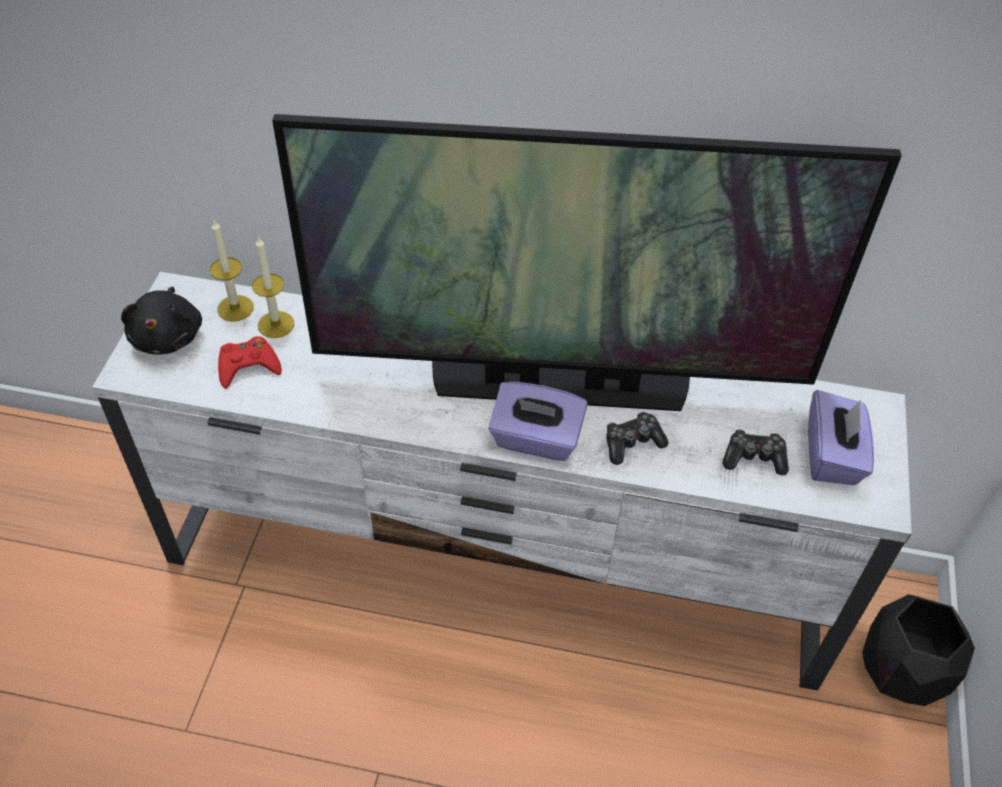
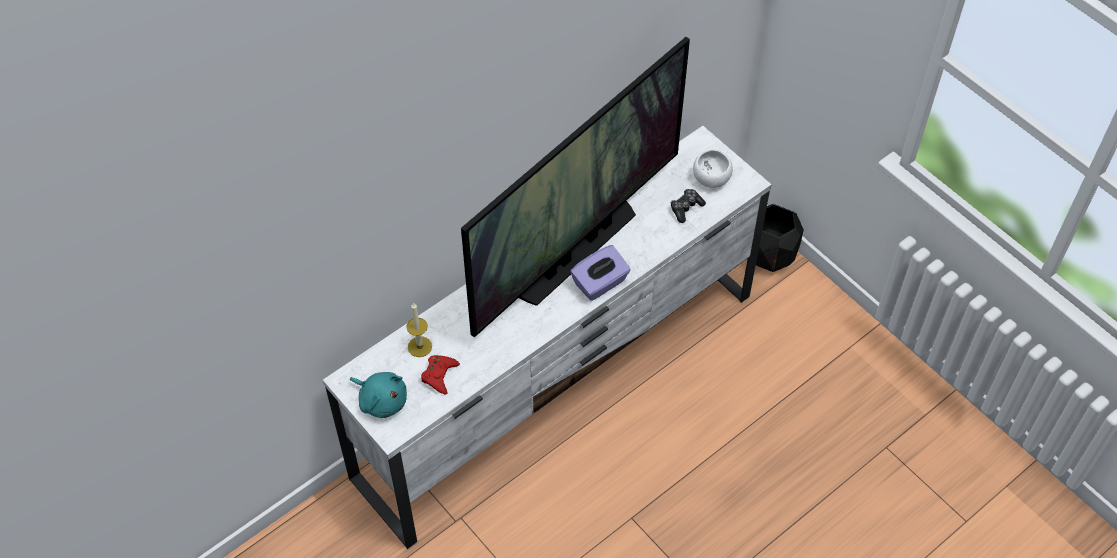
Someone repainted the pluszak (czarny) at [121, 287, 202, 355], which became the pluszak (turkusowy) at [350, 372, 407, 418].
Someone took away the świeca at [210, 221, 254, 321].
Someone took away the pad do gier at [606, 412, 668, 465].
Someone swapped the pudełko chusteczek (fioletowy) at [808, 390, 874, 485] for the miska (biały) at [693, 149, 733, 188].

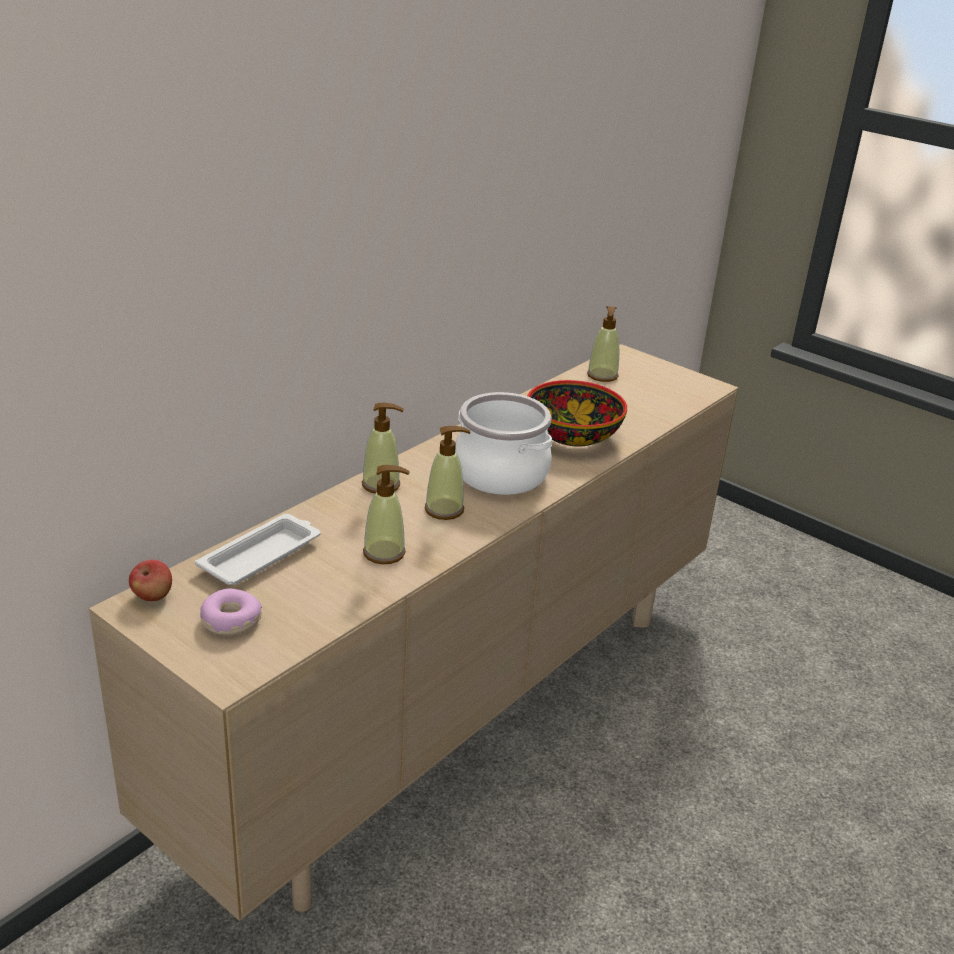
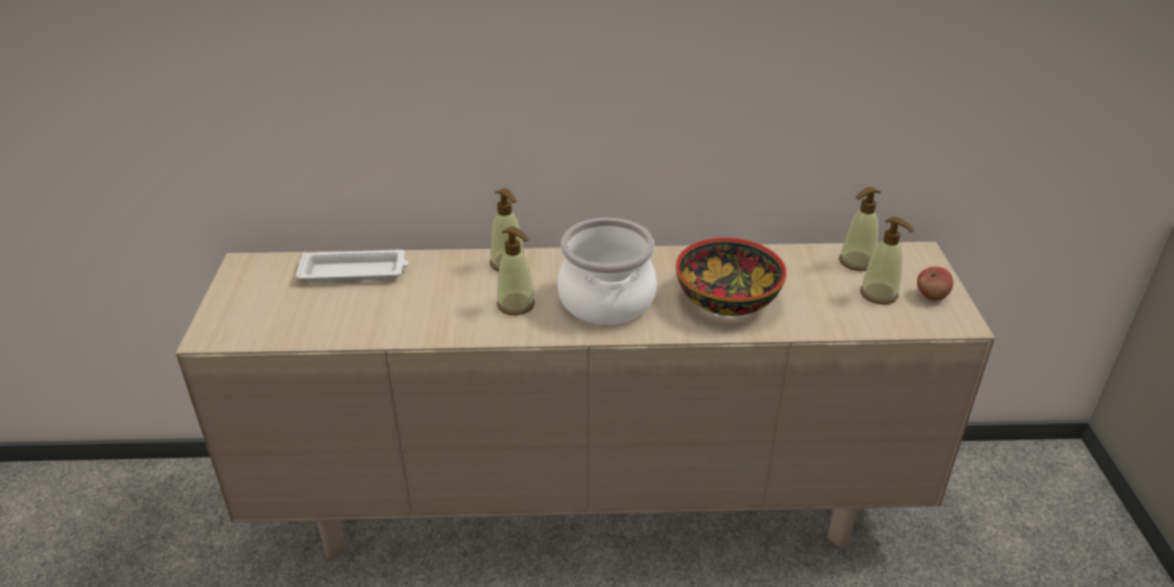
Someone carried the jabłko from [129, 560, 172, 601] to [917, 266, 953, 301].
Someone took away the donut at [200, 589, 262, 635].
Someone carried the dozownik mydła from [363, 465, 410, 564] to [860, 217, 914, 304].

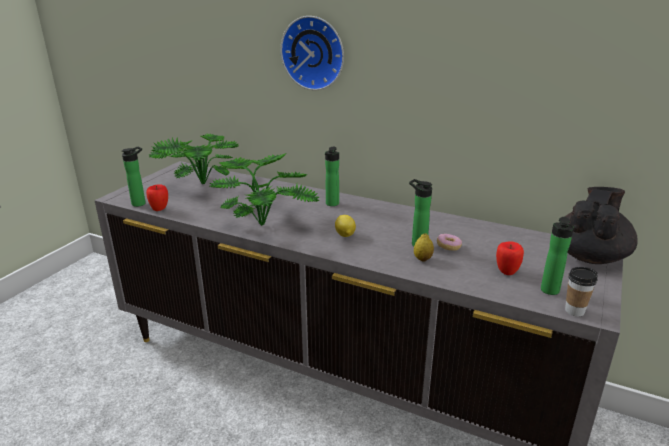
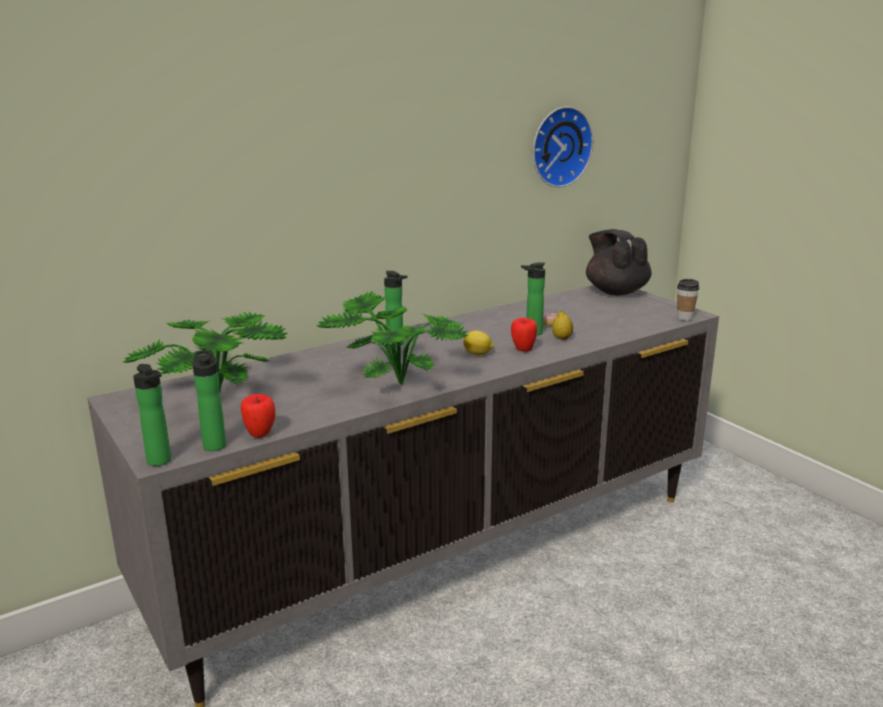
Someone carried the zegar ścienny from [281, 16, 344, 90] to [533, 106, 593, 188].
Someone carried the jabłko from [496, 241, 524, 275] to [511, 318, 537, 352].
Someone carried the butelka from [541, 217, 574, 295] to [133, 364, 171, 466].

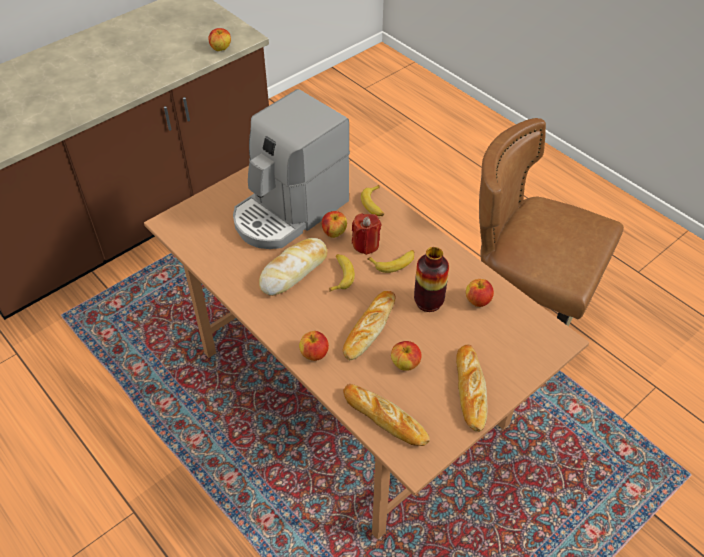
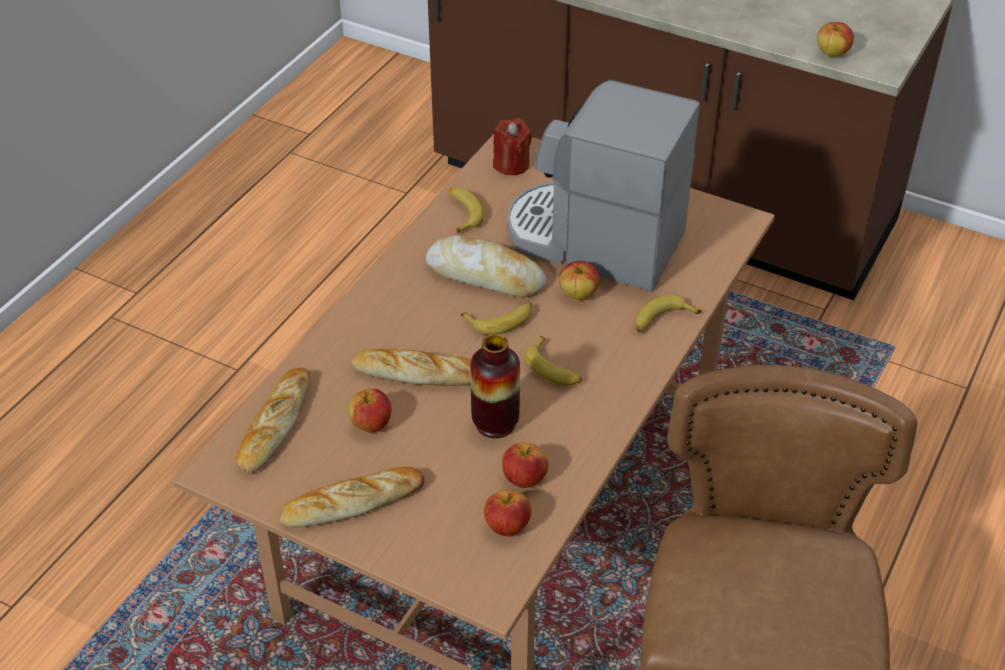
Someone carried the jabłko from [299, 331, 329, 361] to [484, 489, 532, 536].
Someone carried the świeca (czerwony) from [352, 213, 381, 255] to [493, 118, 532, 175].
Someone put down the banan at [448, 188, 484, 233].

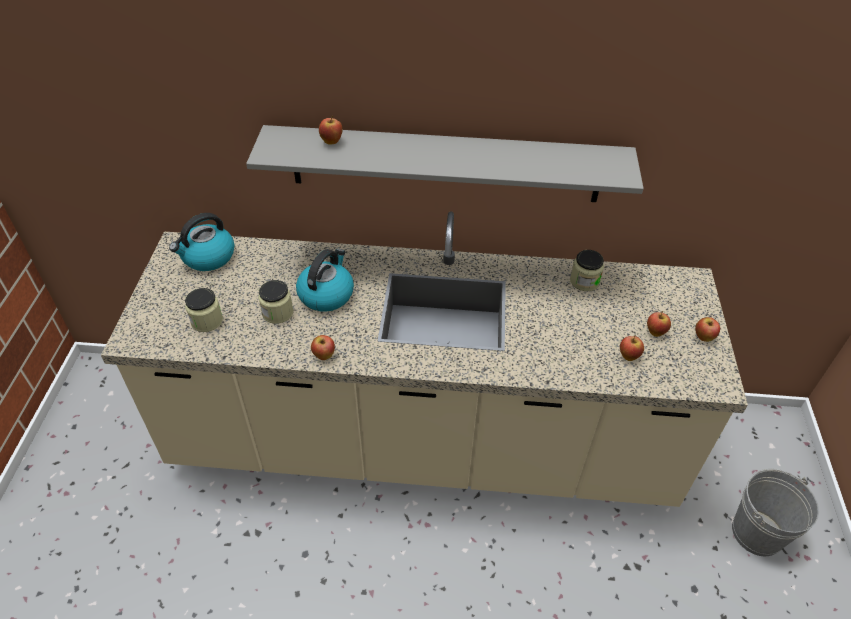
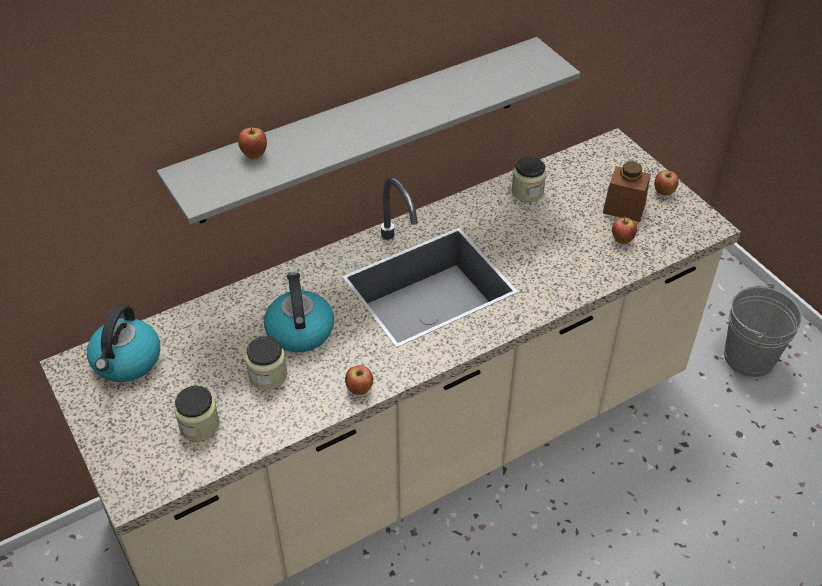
Someone swapped the jabłko at [647, 311, 671, 337] for the słoik (brązowy) at [603, 161, 651, 222].

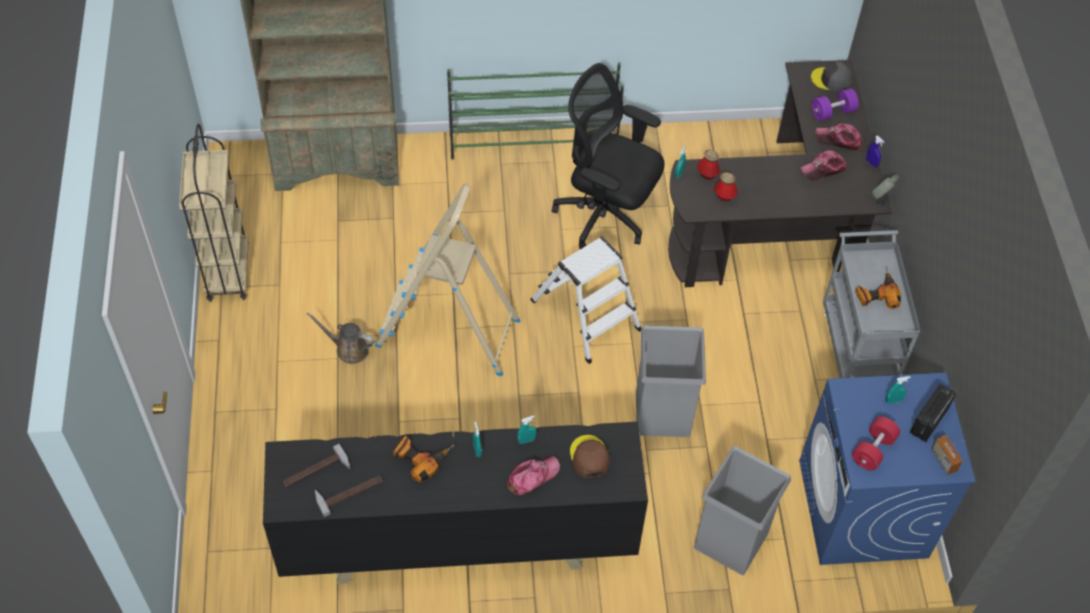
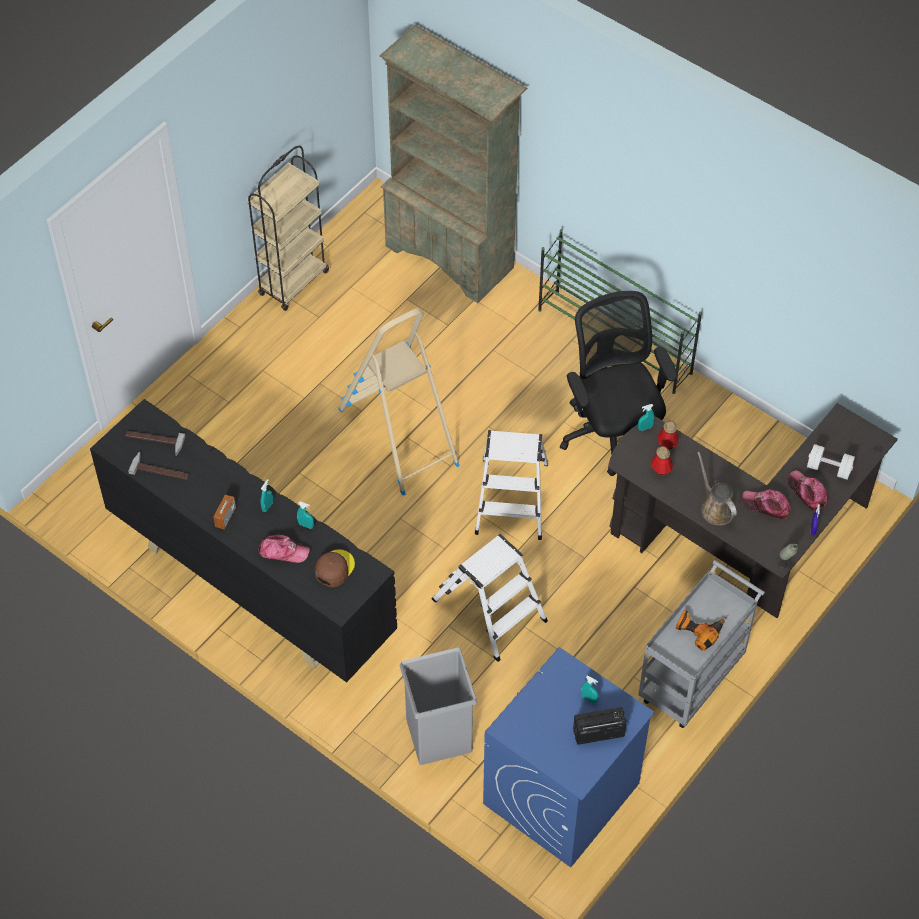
Someone carried the konewka (brązowy) from [306, 312, 374, 364] to [697, 452, 737, 525].
Someone took away the wiertarka at [393, 436, 454, 483].
Someone swapped the kosz na śmieci (szary) at [636, 325, 706, 437] for the drabinka (biały) at [431, 534, 548, 662].
Someone took away the czapka z daszkiem (szary) at [811, 62, 852, 92].
Someone repainted the hantel (fioletowy) at [812, 88, 859, 121], which became the hantel (biały) at [807, 444, 855, 480].
Someone took away the hantel (czerwony) at [852, 417, 900, 471].
Someone carried the radio from [932, 435, 965, 475] to [213, 494, 236, 530].

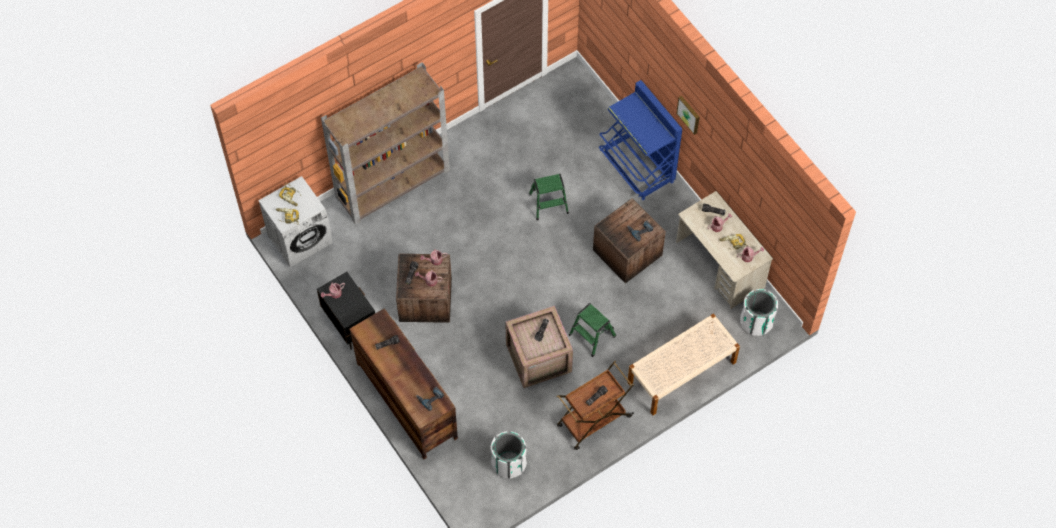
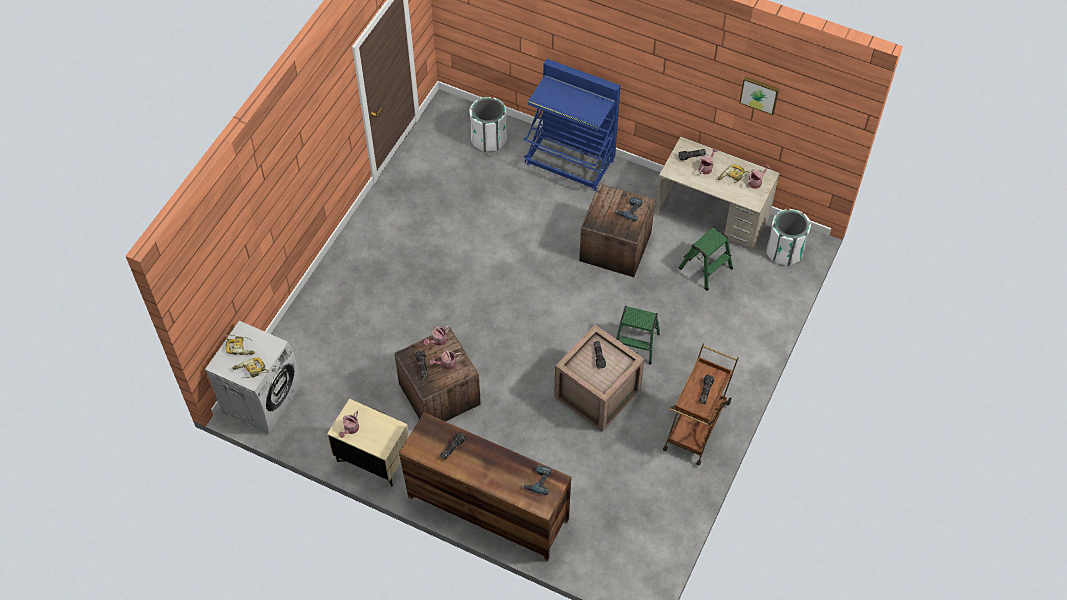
Someone repainted the szafka nocna (czarny) at [317, 272, 375, 350], which became the szafka nocna (beżowy) at [327, 399, 409, 487].
Someone took away the regał (brązowy) at [321, 62, 450, 225].
Someone carried the kosz na śmieci (biały) from [490, 431, 527, 479] to [469, 97, 507, 152].
Someone carried the drabinka (zielony) from [529, 174, 569, 221] to [679, 227, 733, 291].
Someone took away the ławka (beżowy) at [627, 313, 740, 416].
Someone carried the obraz from [676, 96, 700, 135] to [739, 76, 779, 115].

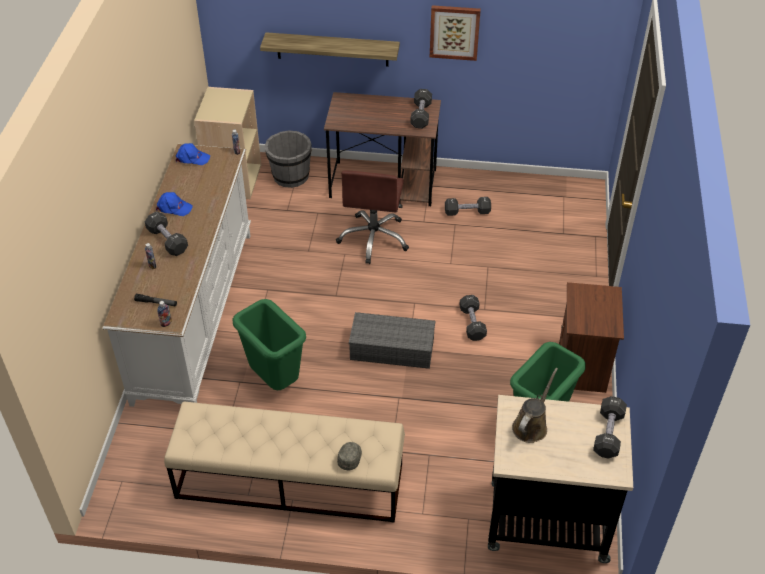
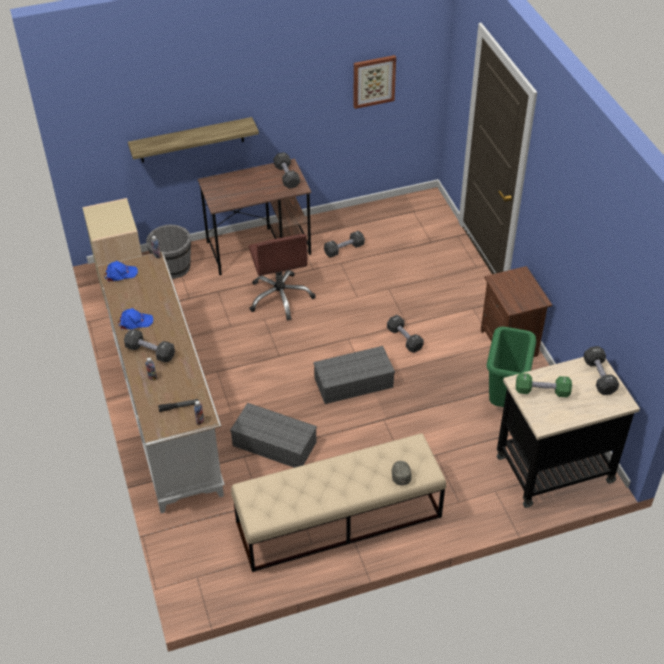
Someone swapped the kosz na śmieci (zielony) at [232, 299, 306, 390] for the pojemnik do przechowywania (szary) at [230, 403, 317, 468].
Someone carried the obraz from [430, 5, 481, 61] to [353, 55, 396, 109].
Someone swapped the konewka (brązowy) at [512, 368, 558, 443] for the hantel (zielony) at [516, 373, 572, 397].

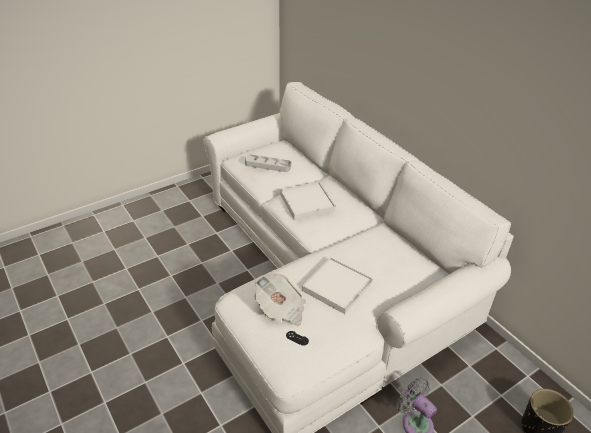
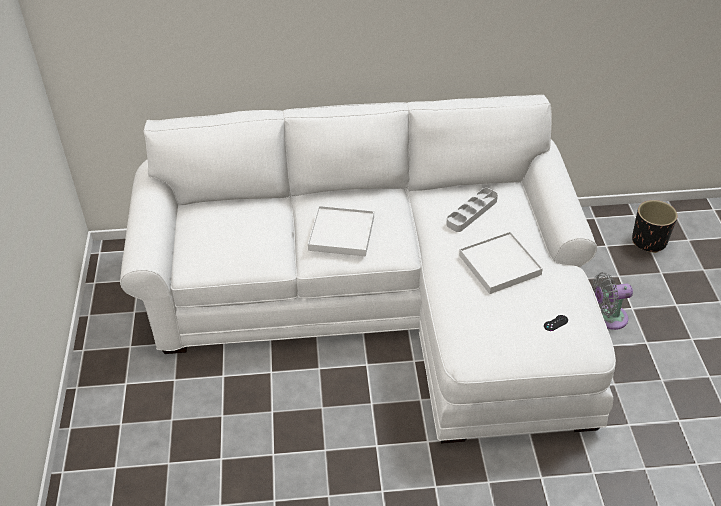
Someone carried the taca (szary) from [245, 154, 291, 172] to [446, 188, 498, 232].
Someone took away the gazeta at [254, 274, 306, 326].

